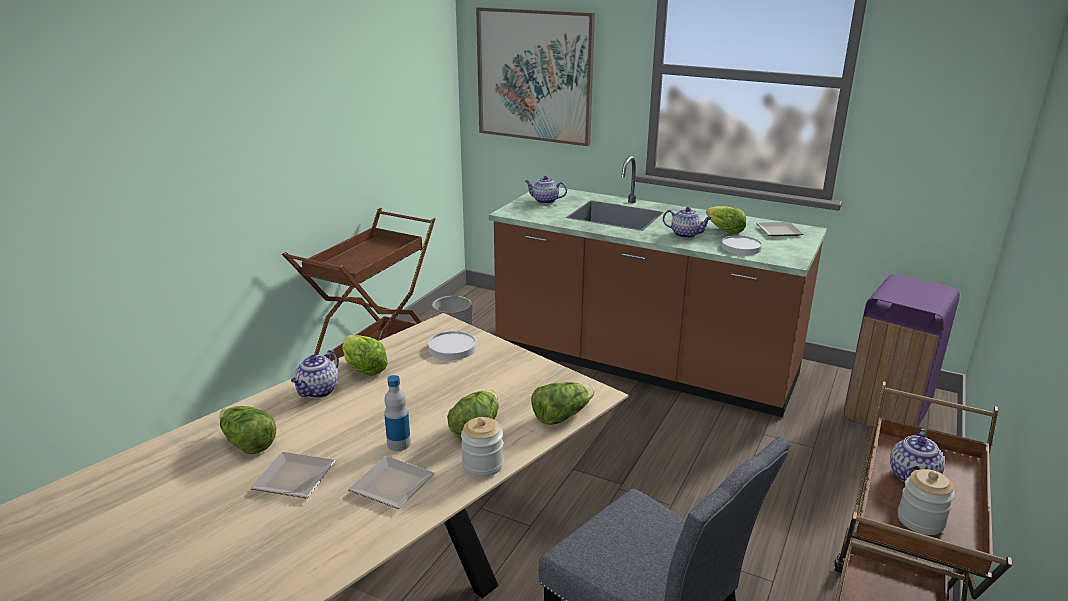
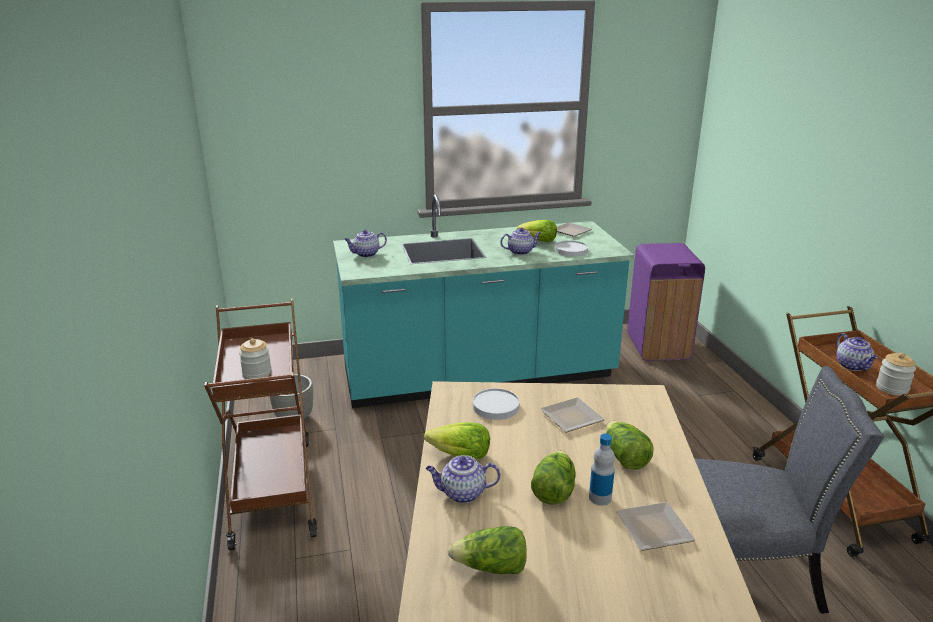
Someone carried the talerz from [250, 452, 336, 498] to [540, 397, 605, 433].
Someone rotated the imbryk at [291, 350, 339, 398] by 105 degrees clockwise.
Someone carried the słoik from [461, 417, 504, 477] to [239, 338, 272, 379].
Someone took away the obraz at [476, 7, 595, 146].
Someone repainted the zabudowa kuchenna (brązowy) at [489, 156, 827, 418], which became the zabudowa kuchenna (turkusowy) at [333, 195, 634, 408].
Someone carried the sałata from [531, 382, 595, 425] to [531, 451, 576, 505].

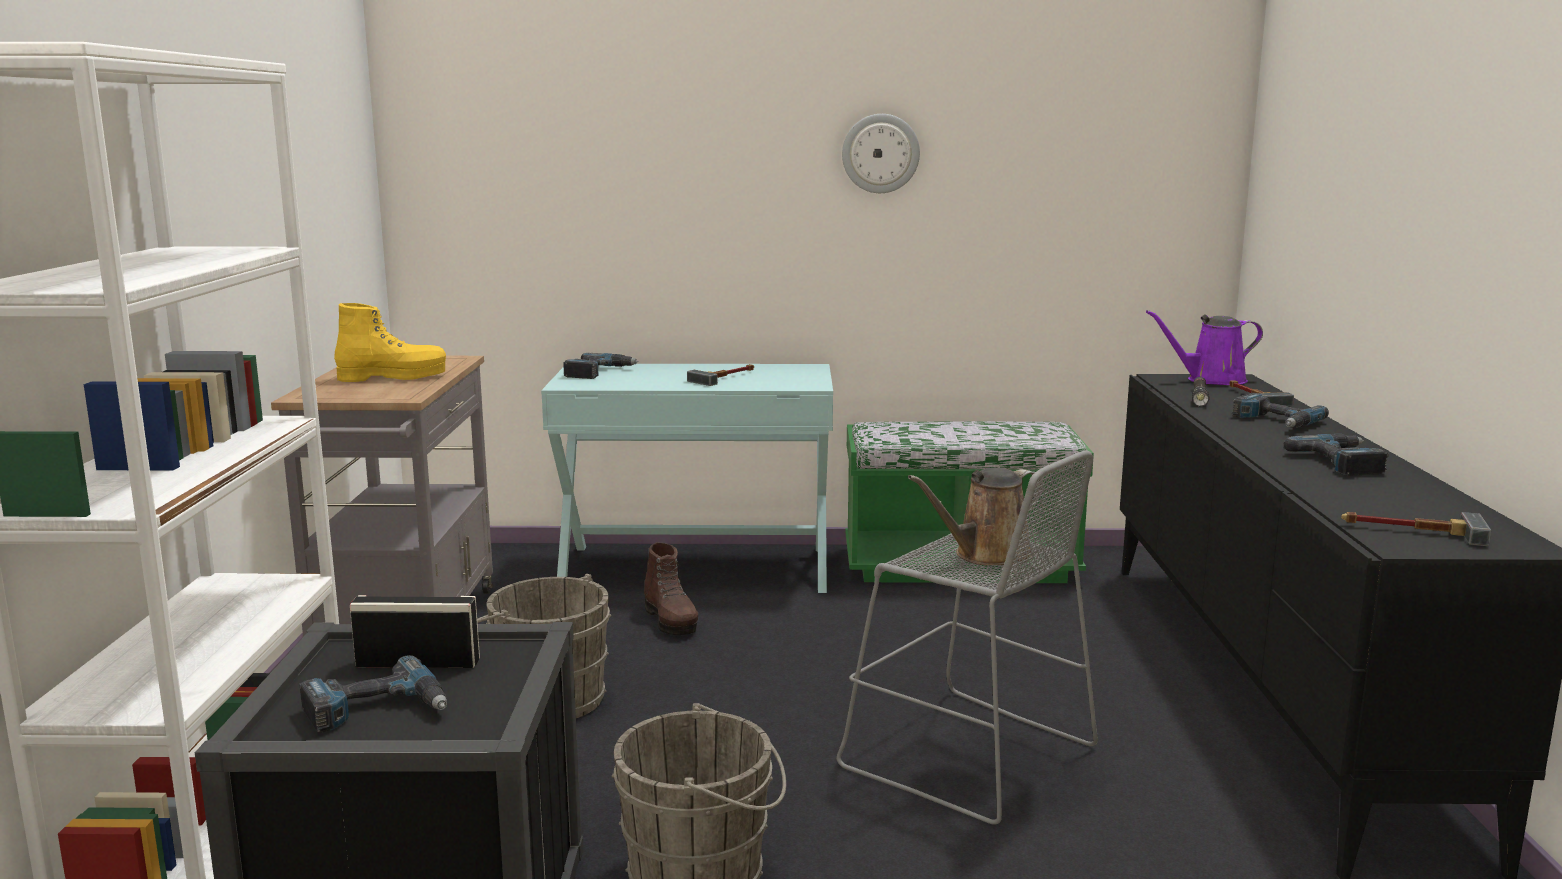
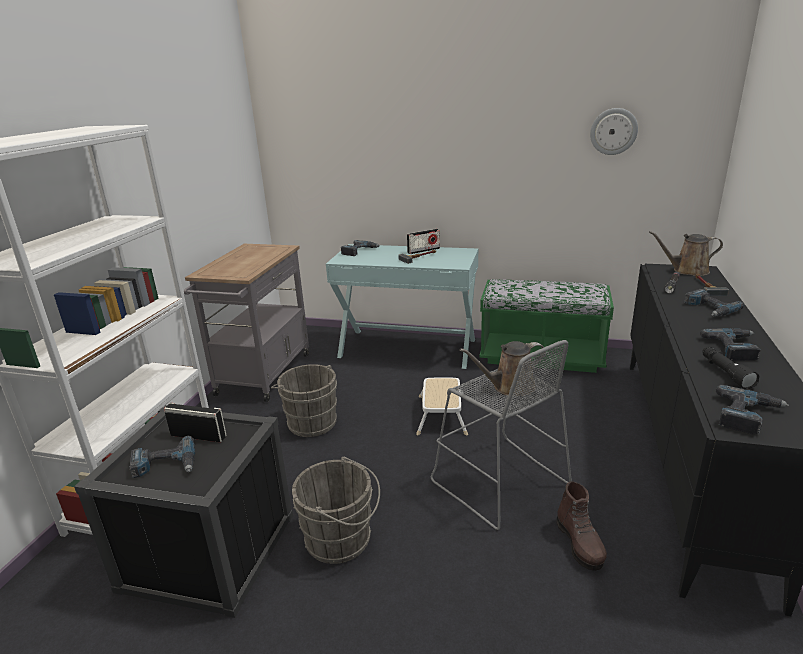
Someone took away the but z cholewką (żółty) at [334, 303, 446, 382].
Someone carried the but z cholewką (brązowy) from [644, 542, 698, 635] to [556, 481, 607, 571].
Someone carried the zegar ścienny from [842, 114, 920, 193] to [590, 108, 638, 155].
Someone repainted the konewka (fioletowy) at [1146, 310, 1263, 385], which became the konewka (brązowy) at [649, 231, 723, 276].
Someone swapped the młotek at [1341, 512, 1491, 546] for the wiertarka at [716, 385, 789, 435].
Someone put down the radio at [407, 229, 440, 254].
Someone put down the drabinka (beżowy) at [416, 378, 468, 436].
Someone put down the latarka (czarny) at [702, 347, 760, 390].

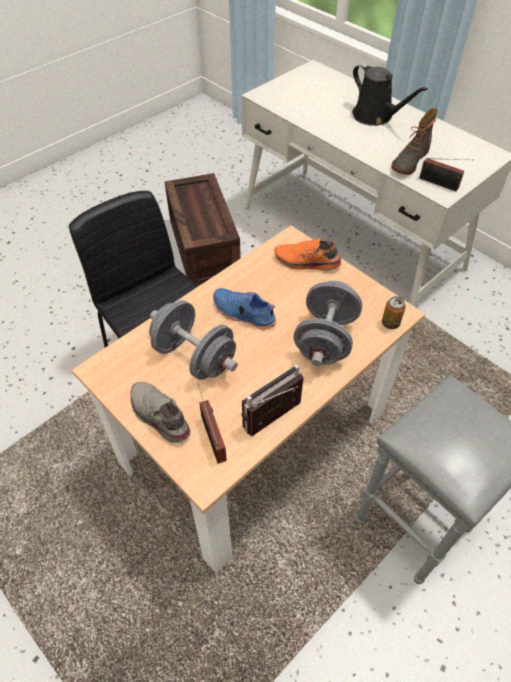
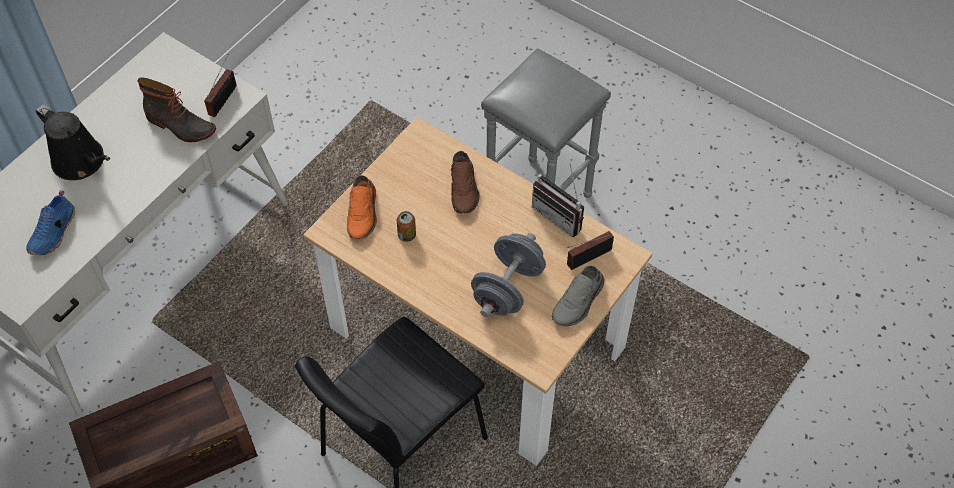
Someone carried the but (niebieski) from [213, 288, 277, 330] to [26, 190, 75, 256].
Someone swapped the hantel (szary) at [293, 281, 362, 366] for the but (brązowy) at [451, 151, 480, 214].
Someone rotated the konewka (czarny) at [352, 63, 428, 126] by 90 degrees clockwise.
Someone carried the puszka from [382, 296, 406, 329] to [397, 211, 416, 242].

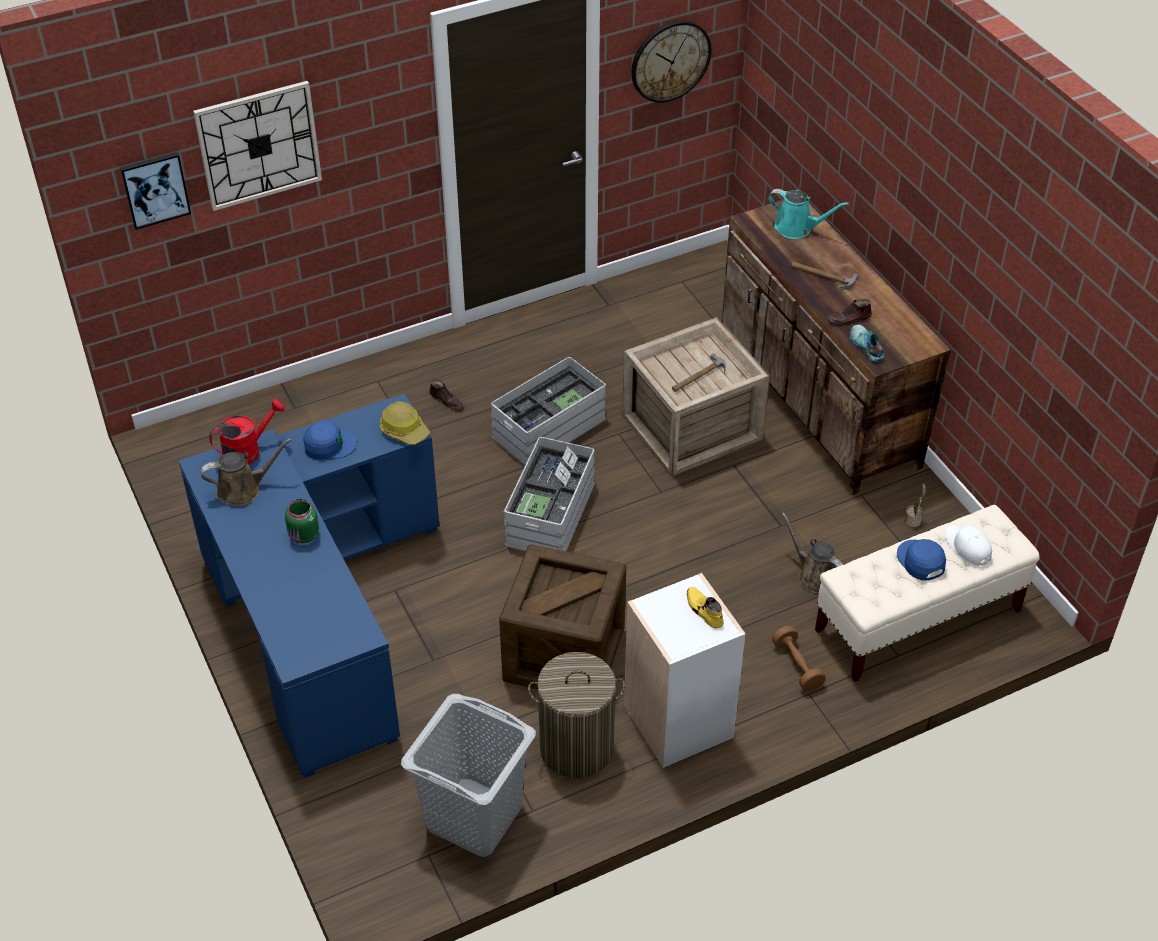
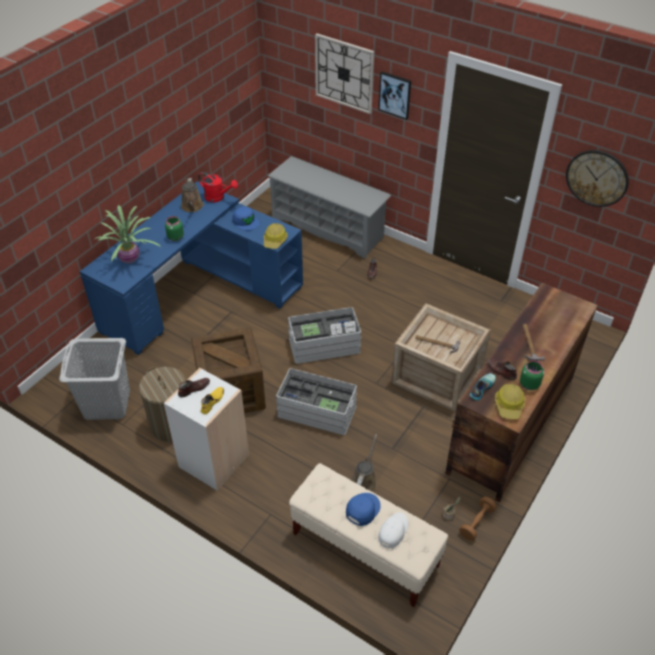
Someone carried the obraz from [120, 152, 191, 230] to [378, 71, 411, 120].
Someone rotated the konewka (brązowy) at [201, 438, 292, 506] by 45 degrees clockwise.
Someone carried the pojemnik do przechowywania (szary) from [491, 357, 606, 466] to [276, 368, 357, 435].
Someone took away the konewka (turkusowy) at [768, 189, 849, 239].
Someone carried the hantel (brązowy) from [772, 626, 826, 691] to [459, 497, 497, 541].
Someone put down the roślina doniczkowa at [95, 205, 161, 263].
Someone put down the but (brązowy) at [178, 378, 210, 398].
Someone put down the regał na buty (szary) at [268, 156, 391, 259].
Someone put down the kask at [495, 384, 525, 419].
Someone put down the słoik (zielony) at [520, 360, 544, 390].

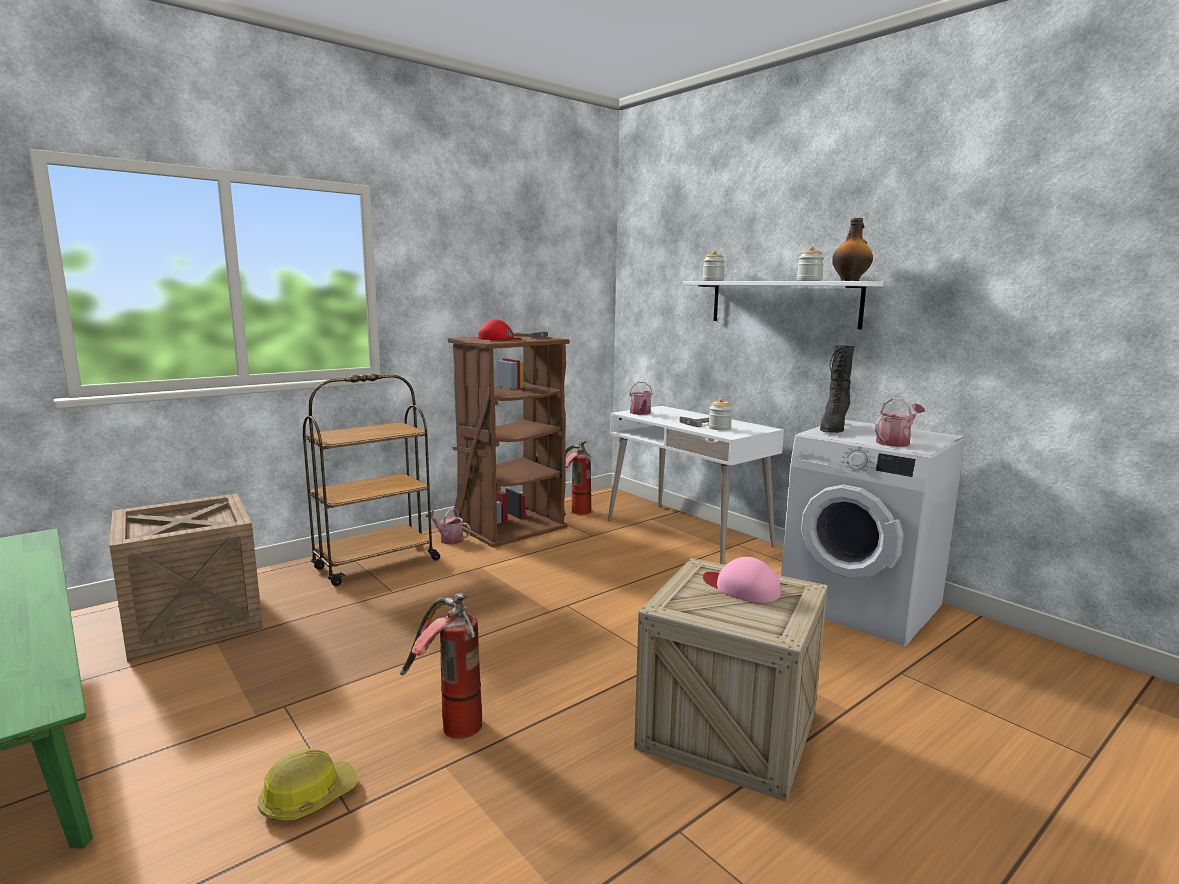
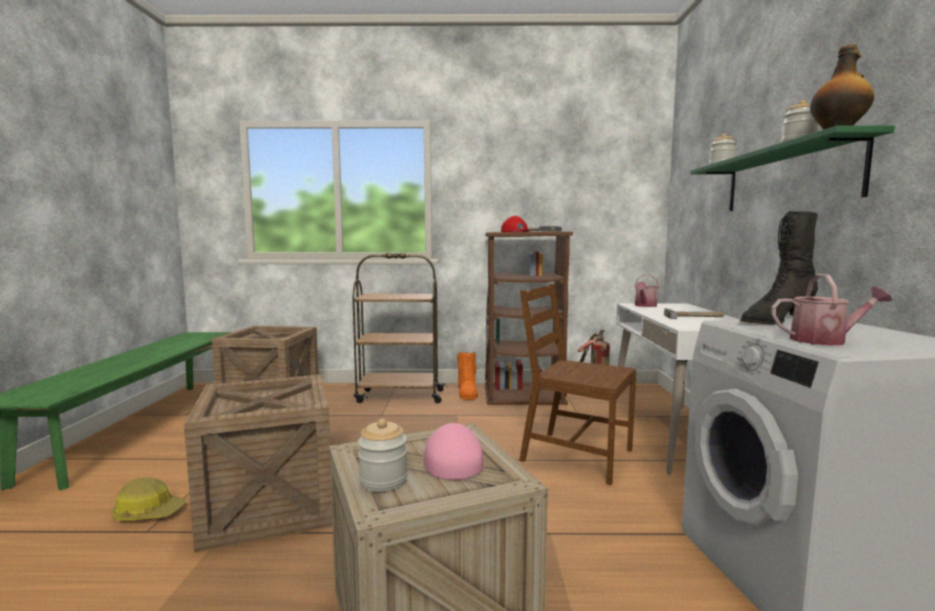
Someone swapped the gaśnica at [400, 593, 482, 739] for the skrzynka at [184, 375, 333, 553].
Someone swapped the konewka at [426, 508, 471, 544] for the but z cholewką (pomarańczowy) at [457, 352, 478, 400].
Someone repainted the półka (biały) at [683, 281, 884, 329], which became the półka (zielony) at [691, 126, 895, 211].
Someone carried the słoik from [709, 398, 732, 430] to [358, 418, 407, 492].
Someone put down the krzesło (brązowy) at [519, 284, 636, 485].

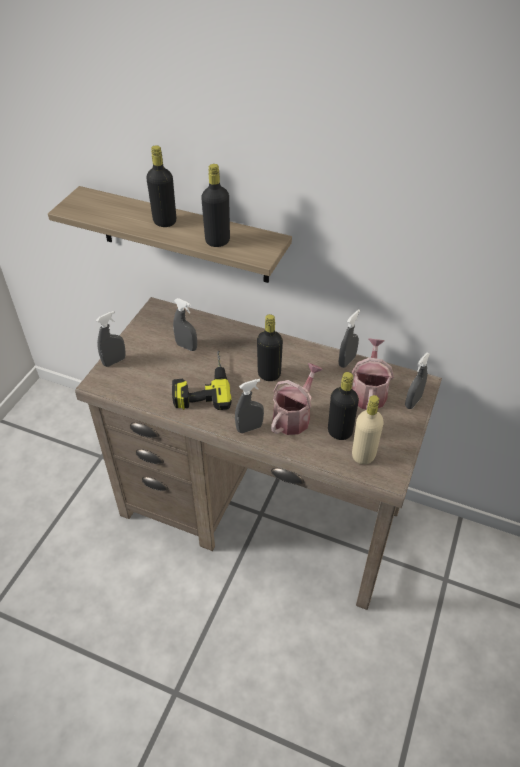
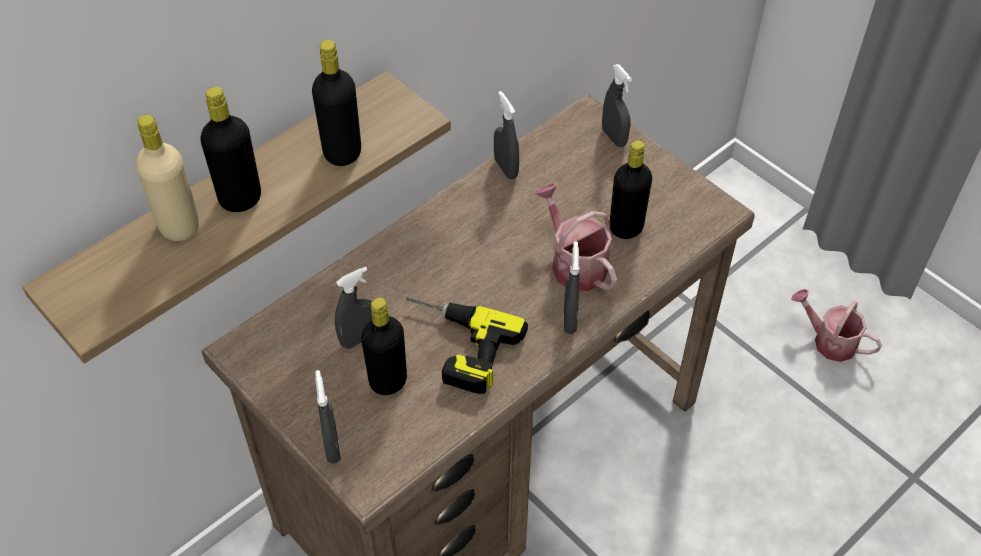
Someone carried the butelka (czarny) from [257, 314, 283, 381] to [361, 298, 407, 395].
Someone carried the konewka from [352, 338, 394, 410] to [791, 289, 882, 362].
Someone carried the butelka (beżowy) from [352, 395, 384, 464] to [136, 115, 199, 241].

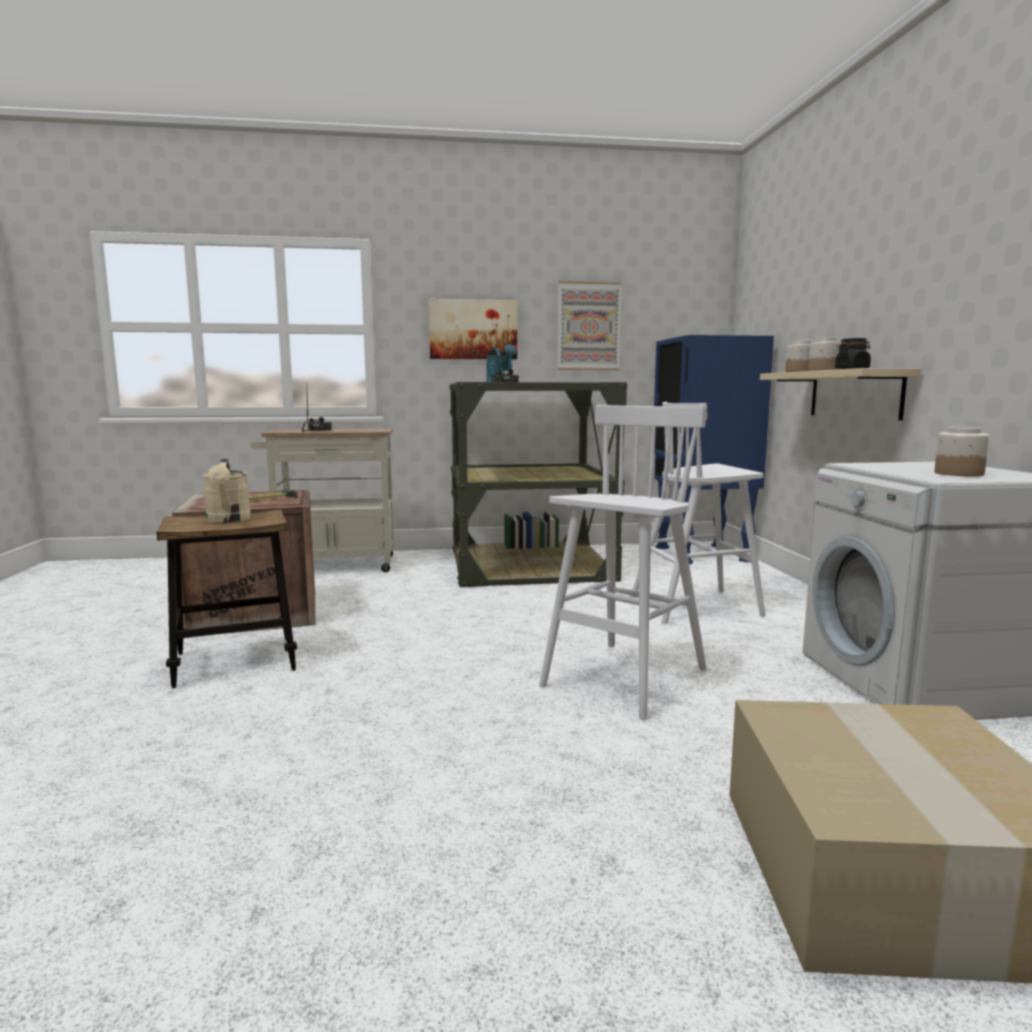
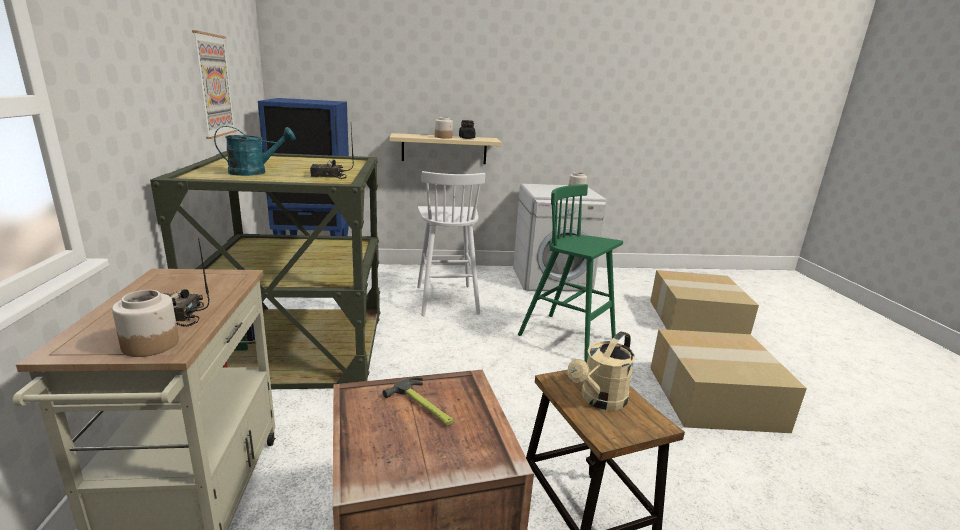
Someone rotated the konewka (beżowy) at [203, 459, 251, 523] by 150 degrees clockwise.
Someone took away the obraz at [429, 299, 517, 360].
Someone repainted the stołek (biały) at [539, 405, 707, 720], which became the stołek (zielony) at [518, 184, 623, 363].
Someone carried the słoik from [785, 341, 812, 372] to [112, 290, 179, 357].
Someone put down the karton at [650, 329, 807, 433].

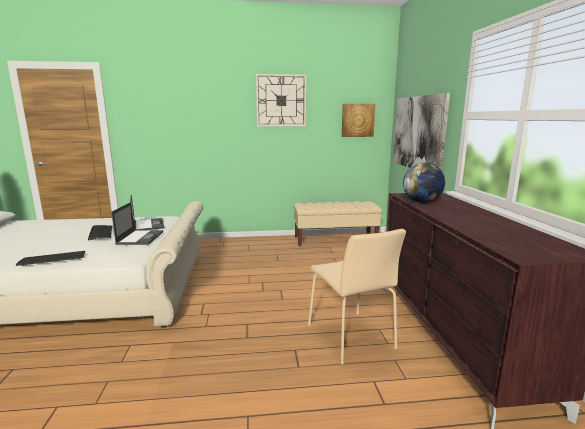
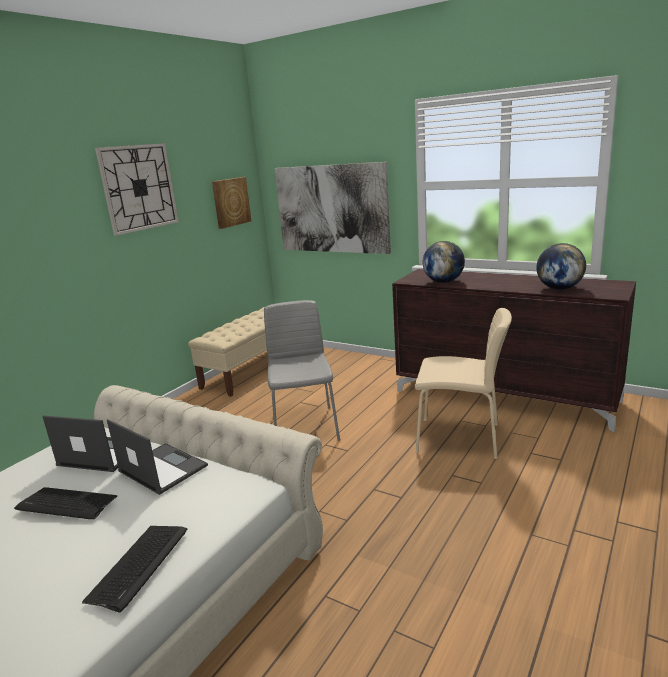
Someone put down the krzesło (szary) at [264, 300, 340, 441].
Someone put down the globus at [536, 243, 586, 290].

